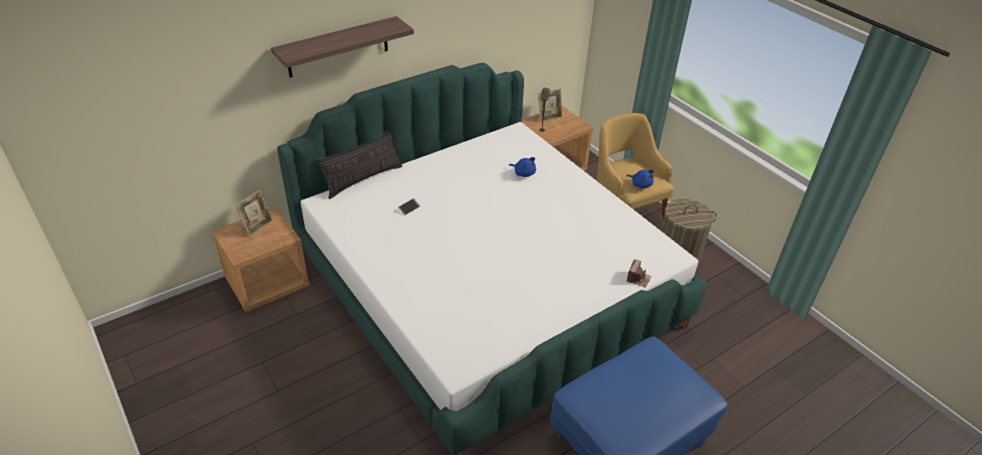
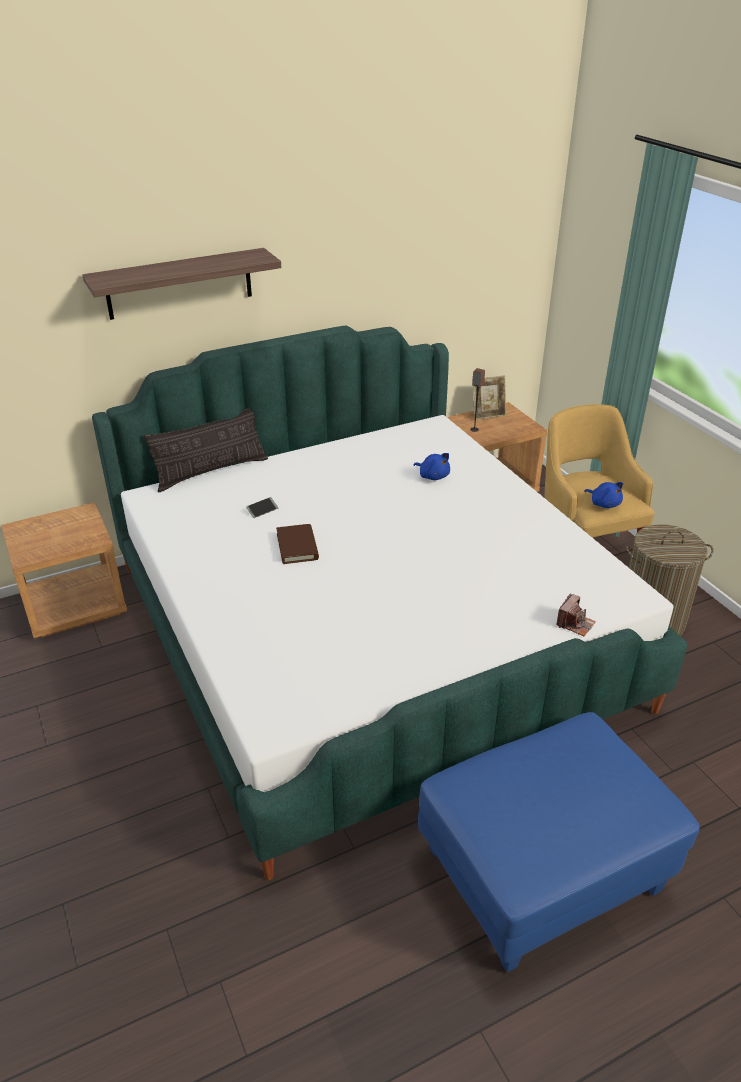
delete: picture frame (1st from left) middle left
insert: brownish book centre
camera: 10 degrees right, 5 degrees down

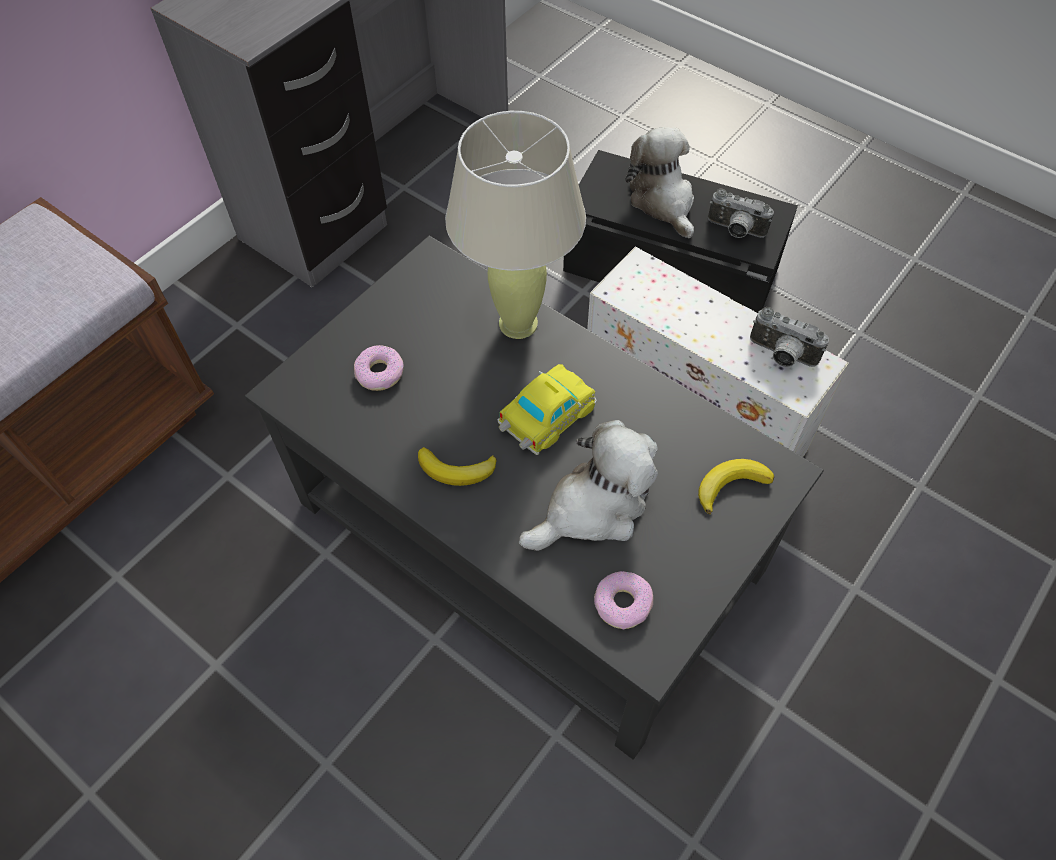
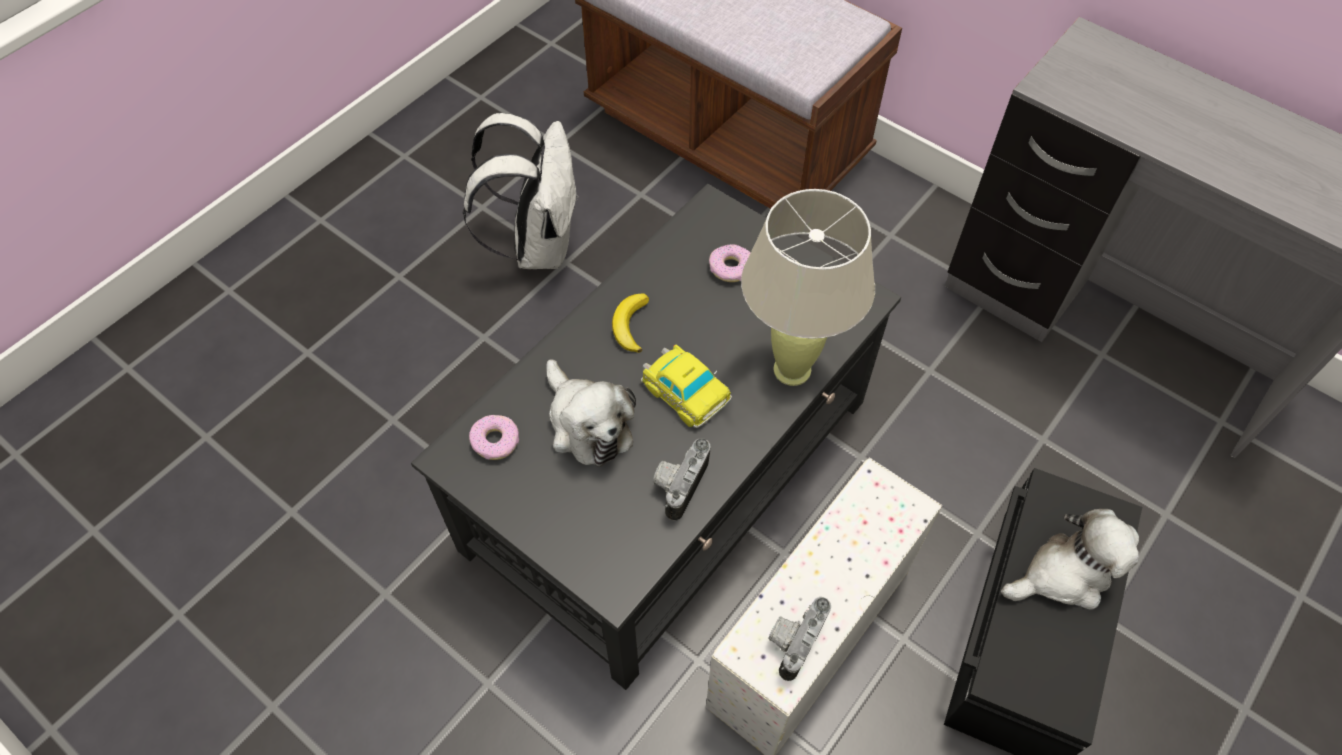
delete: banana (2nd from left) middle right
insert: whitish backpack top centre
move: still camera (1st from left) top right to centre
camera: 90 degrees right, 0 degrees up

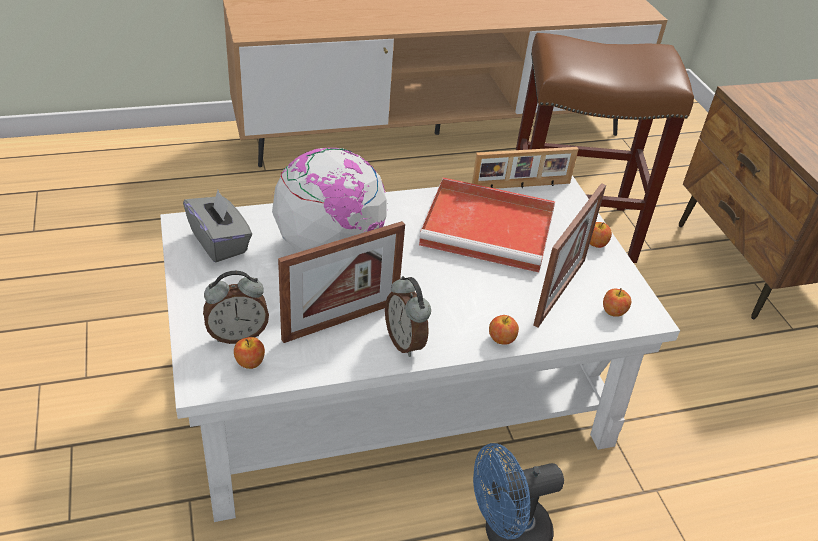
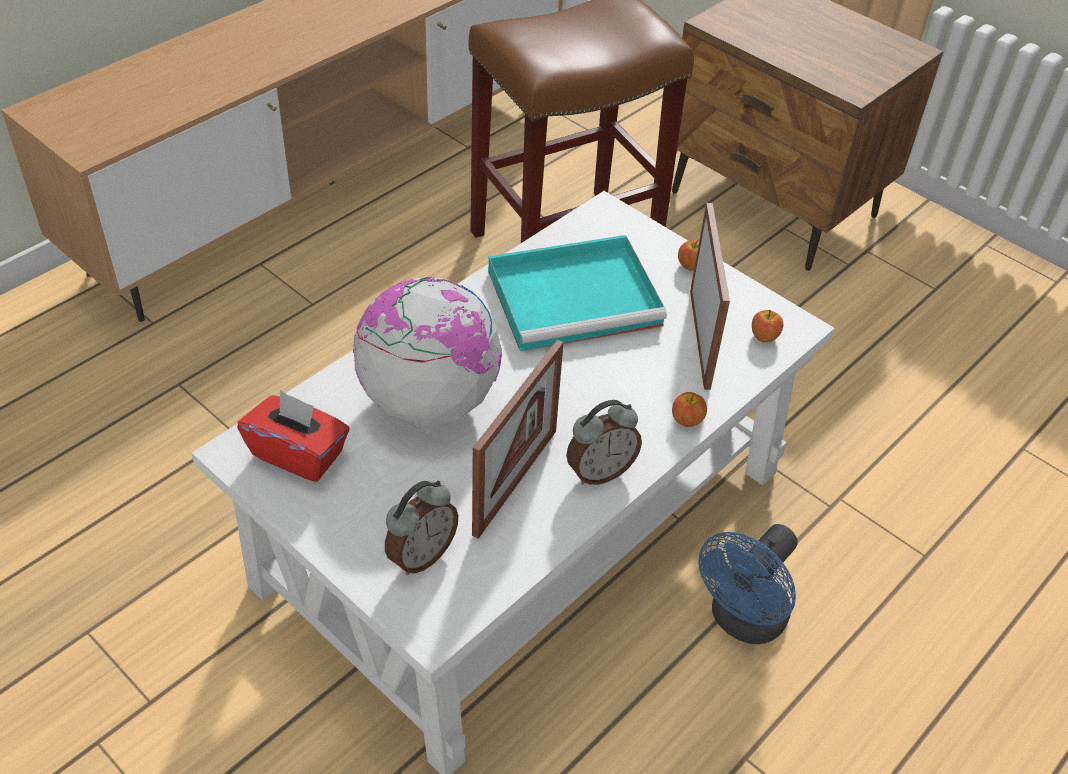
delete: apple (1st from left) middle left; picture frame (2nd from left) top centre
recolor: grey box of tissues middle left to red box of tissues middle left; red carrying tray centre to turquoise carrying tray centre
rotate: table clock (2nd from left) centre = centre 60 degrees counterclockwise
camera: 30 degrees left, 5 degrees up

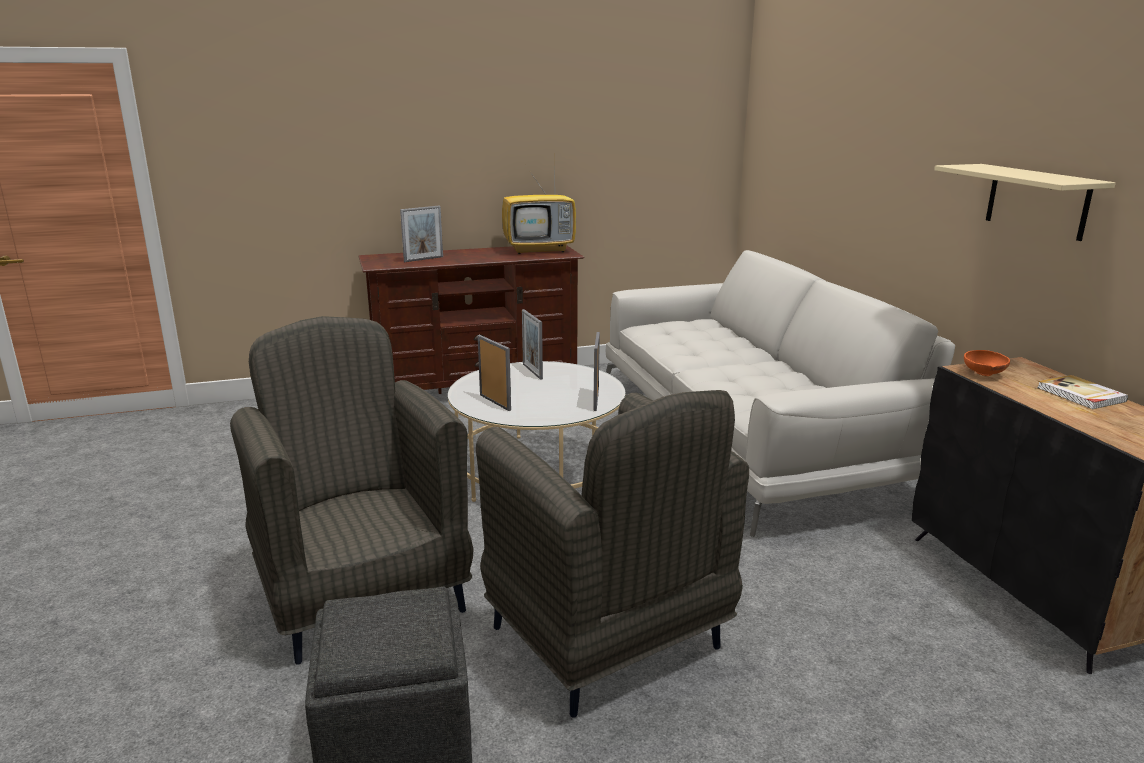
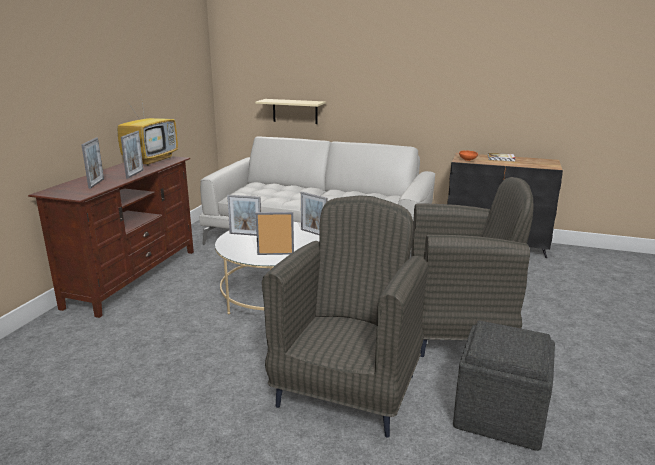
insert: picture frame (2nd from left) middle left
move: beige bracket shelf top right to top centre
rotate: grey easy chair (1st from left) middle left = bottom centre 105 degrees clockwise
camera: 55 degrees left, 0 degrees up

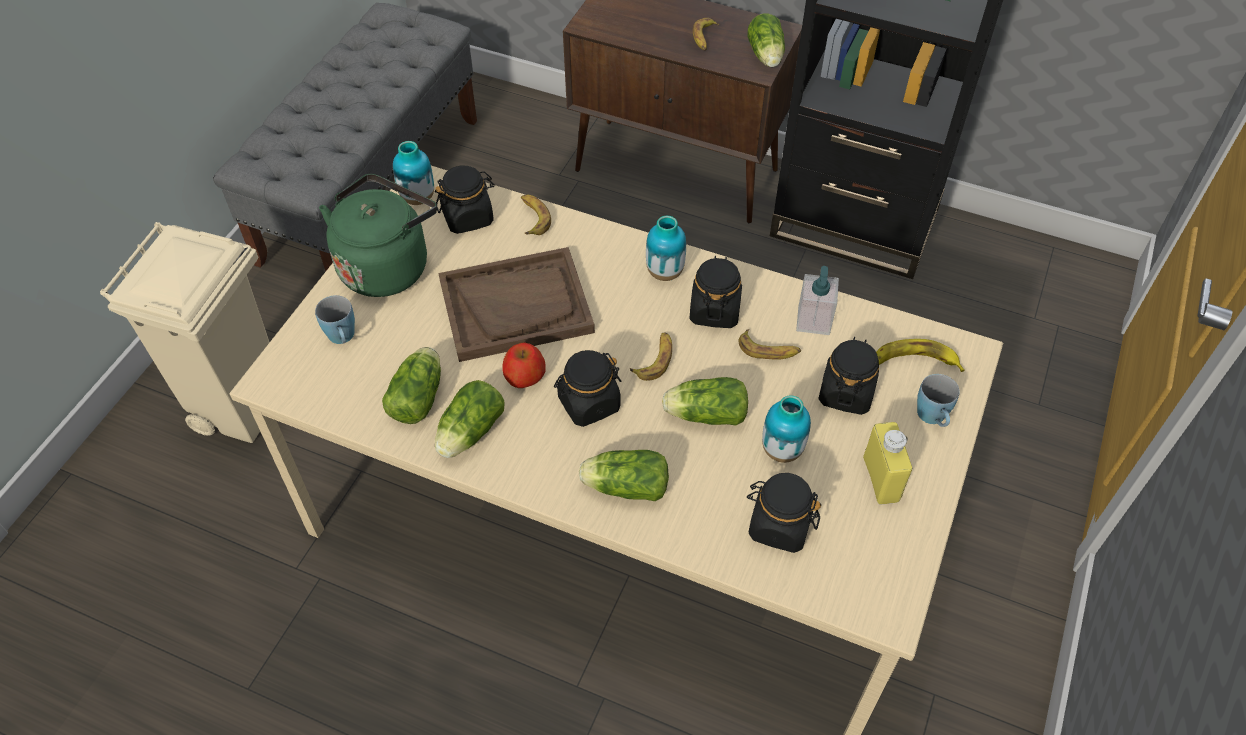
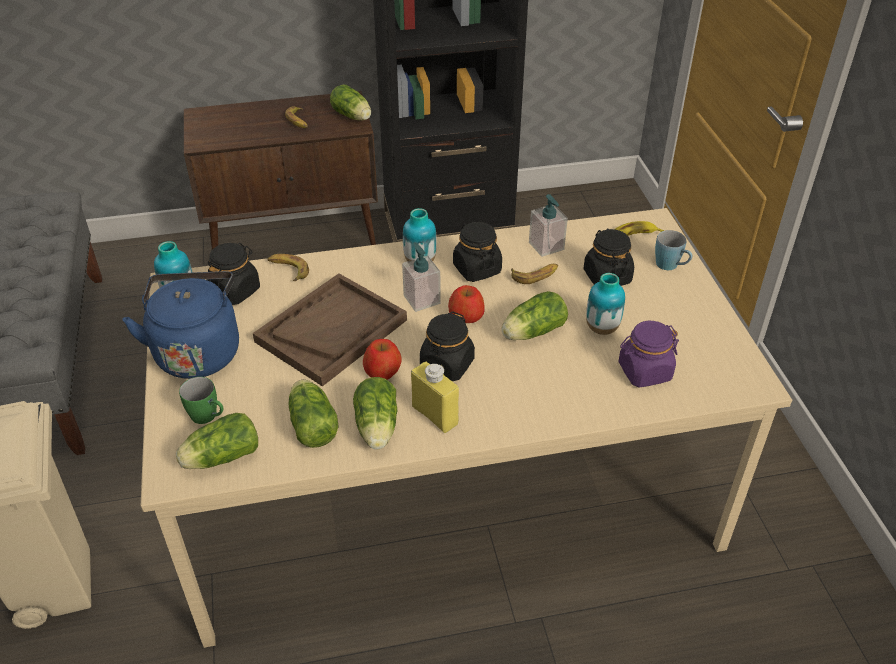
insert: liquid soap bottle (1st from left) centre
move: lettuce (3rd from left in the first image) centre to lettuce (1st from left) middle left; yellowish beverage bottle middle right to centre
replace: banana (2nd from left) centre to apple (2nd from left) centre
recolor: blue-coloured tea mug (1st from left) middle left to green tea mug middle left; green kettle top left to blue-coloured kettle middle left; black-coloured preserve jar (4th from left) bottom centre to purple-coloured preserve jar middle right
camera: 35 degrees left, 10 degrees down

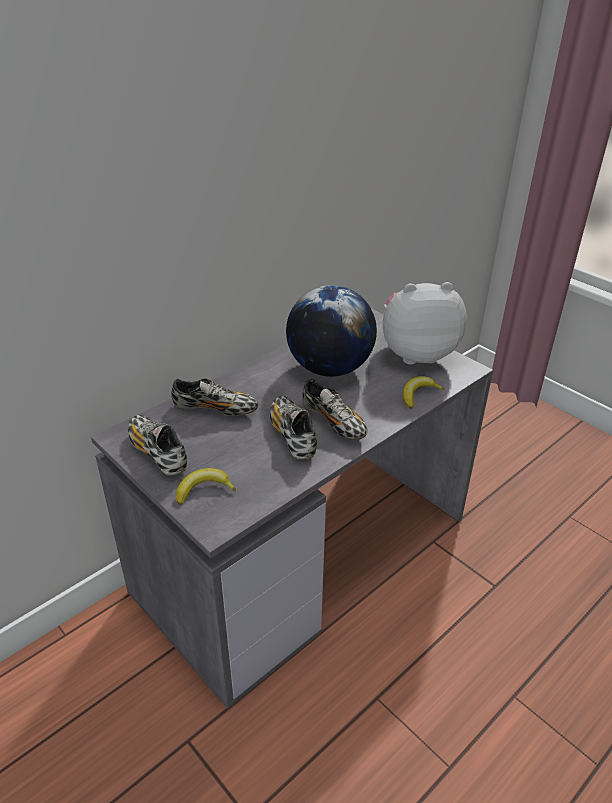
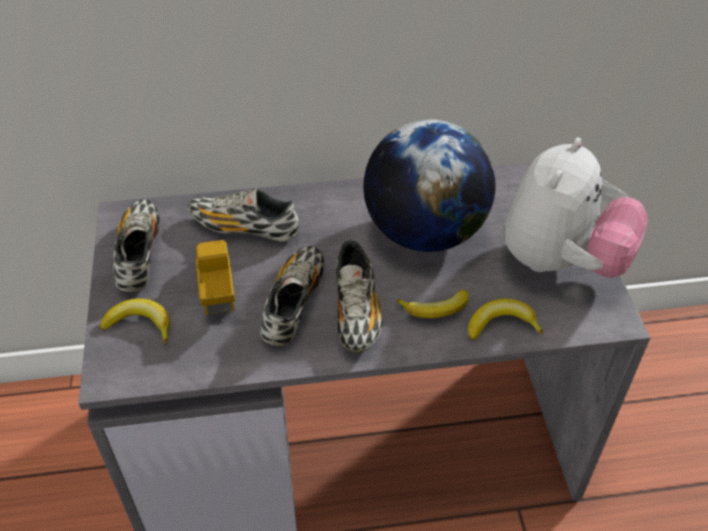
insert: toy lorry middle left; banana (2nd from left) centre
rotate: low shoe (2nd from left) centre = centre 150 degrees clockwise; soft toy middle right = middle right 90 degrees clockwise
camera: 35 degrees right, 10 degrees up

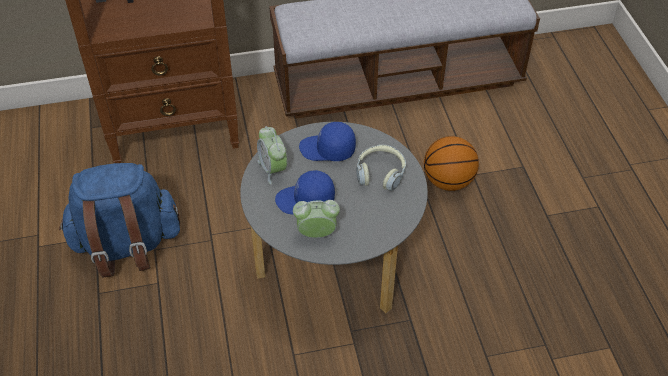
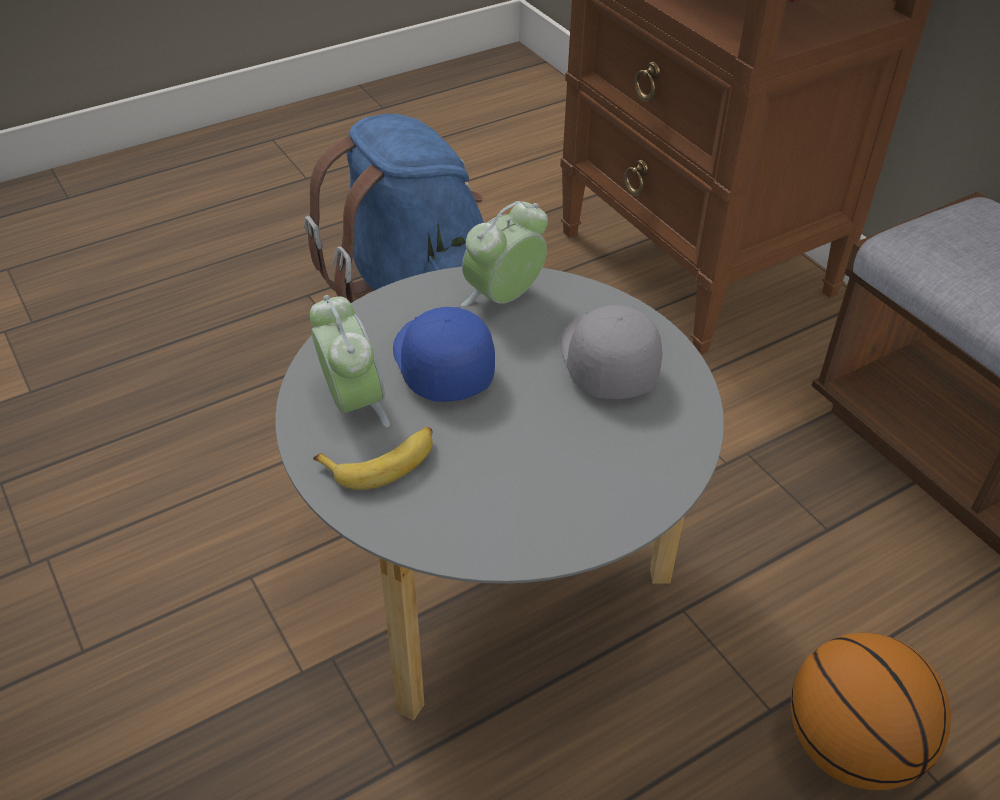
delete: headphones centre
insert: banana centre
recolor: blue-coloured peaked cap (2nd from left) centre to grey peaked cap centre
camera: 70 degrees right, 5 degrees down

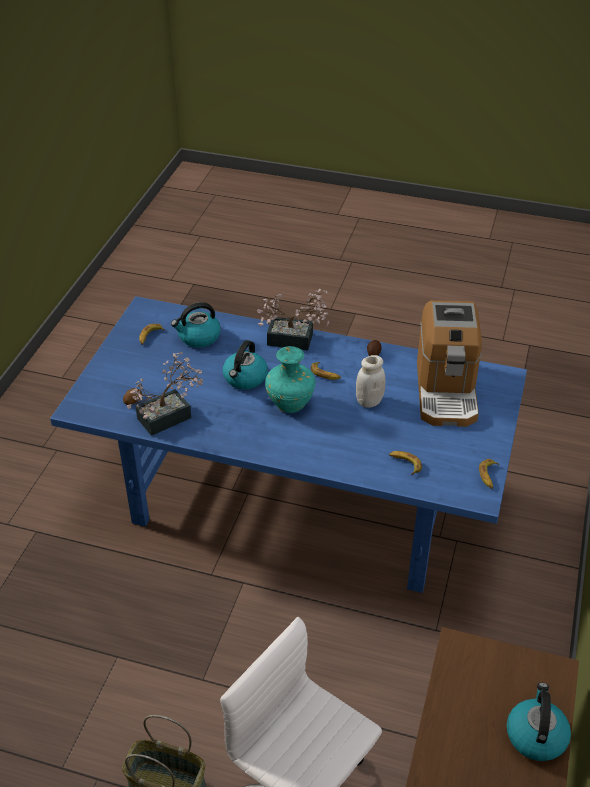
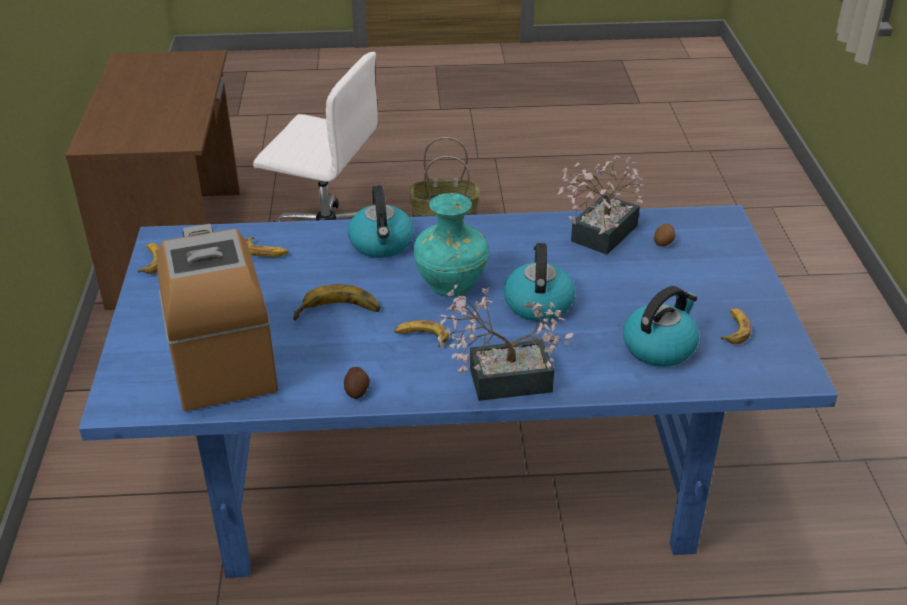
move: kettle (3rd from left in the first image) bottom right to kettle (1st from left) centre
replace: whitish preserve jar centre to banana (3rd from left) centre
camera: 160 degrees right, 5 degrees down

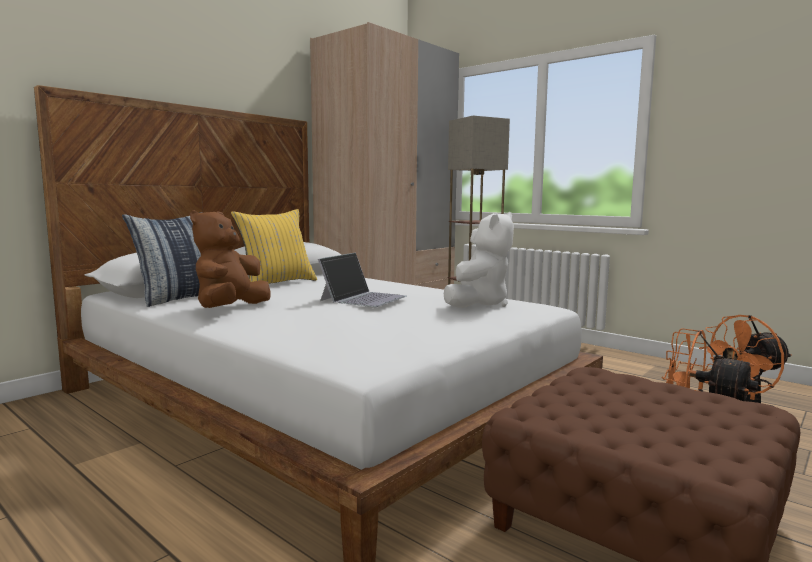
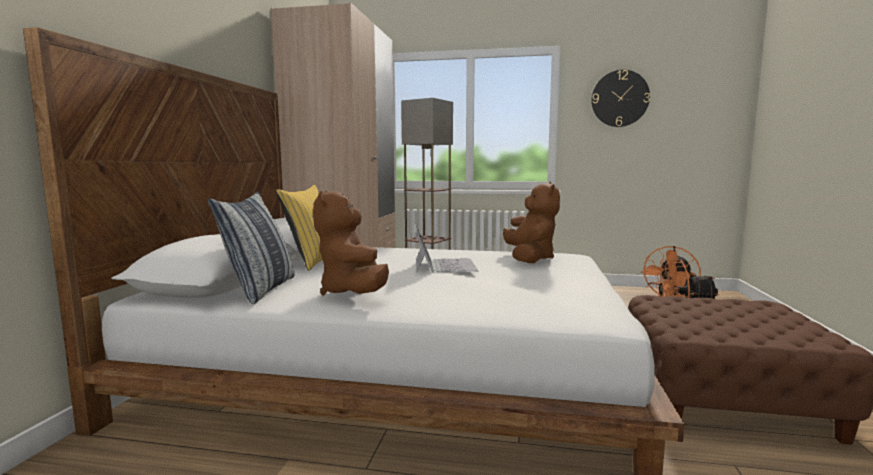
insert: clock on the wall top right
recolor: whitish soft toy centre to brownish soft toy (2nd from left) centre
camera: 30 degrees left, 0 degrees up

